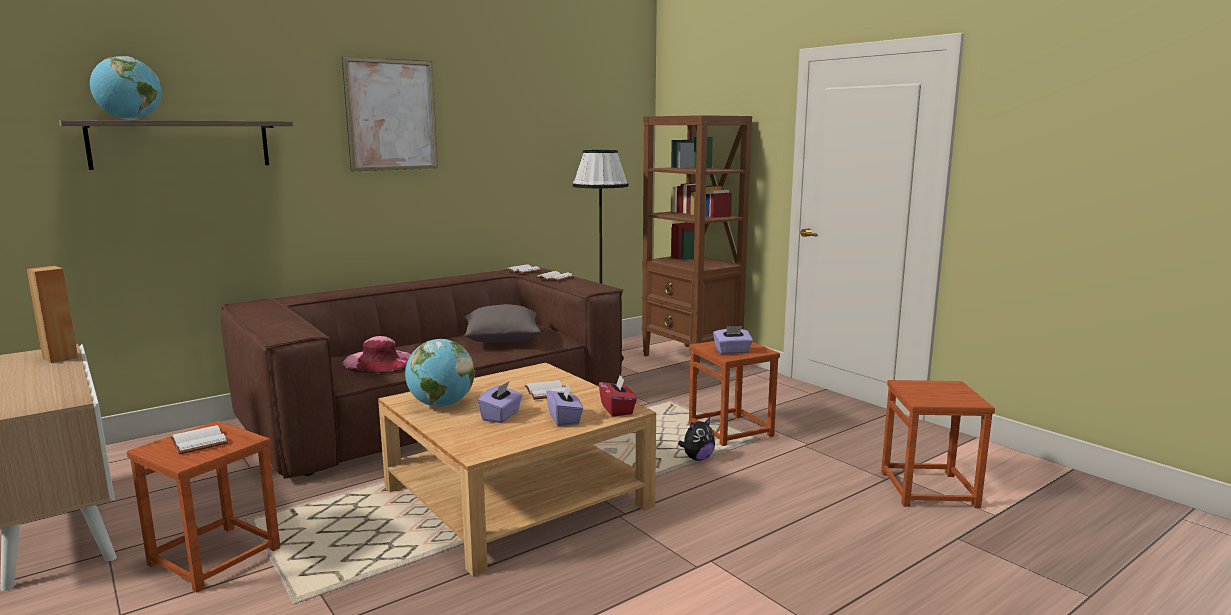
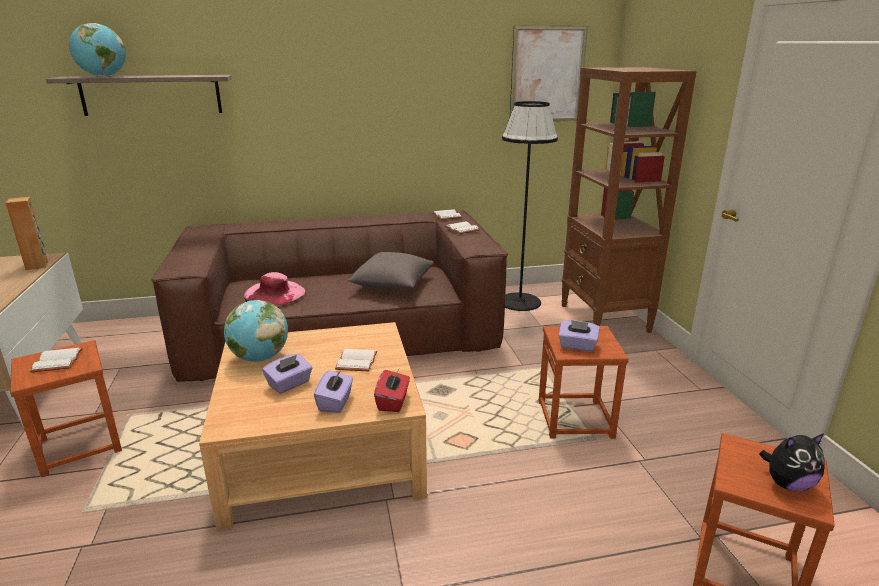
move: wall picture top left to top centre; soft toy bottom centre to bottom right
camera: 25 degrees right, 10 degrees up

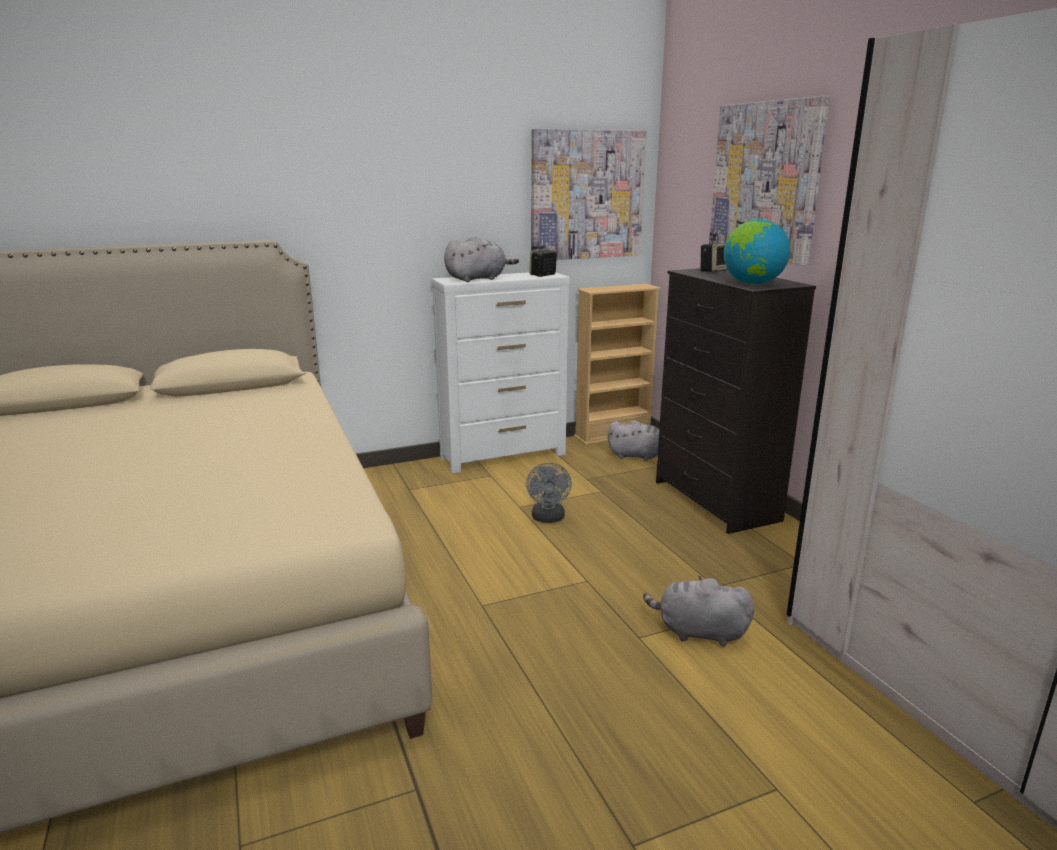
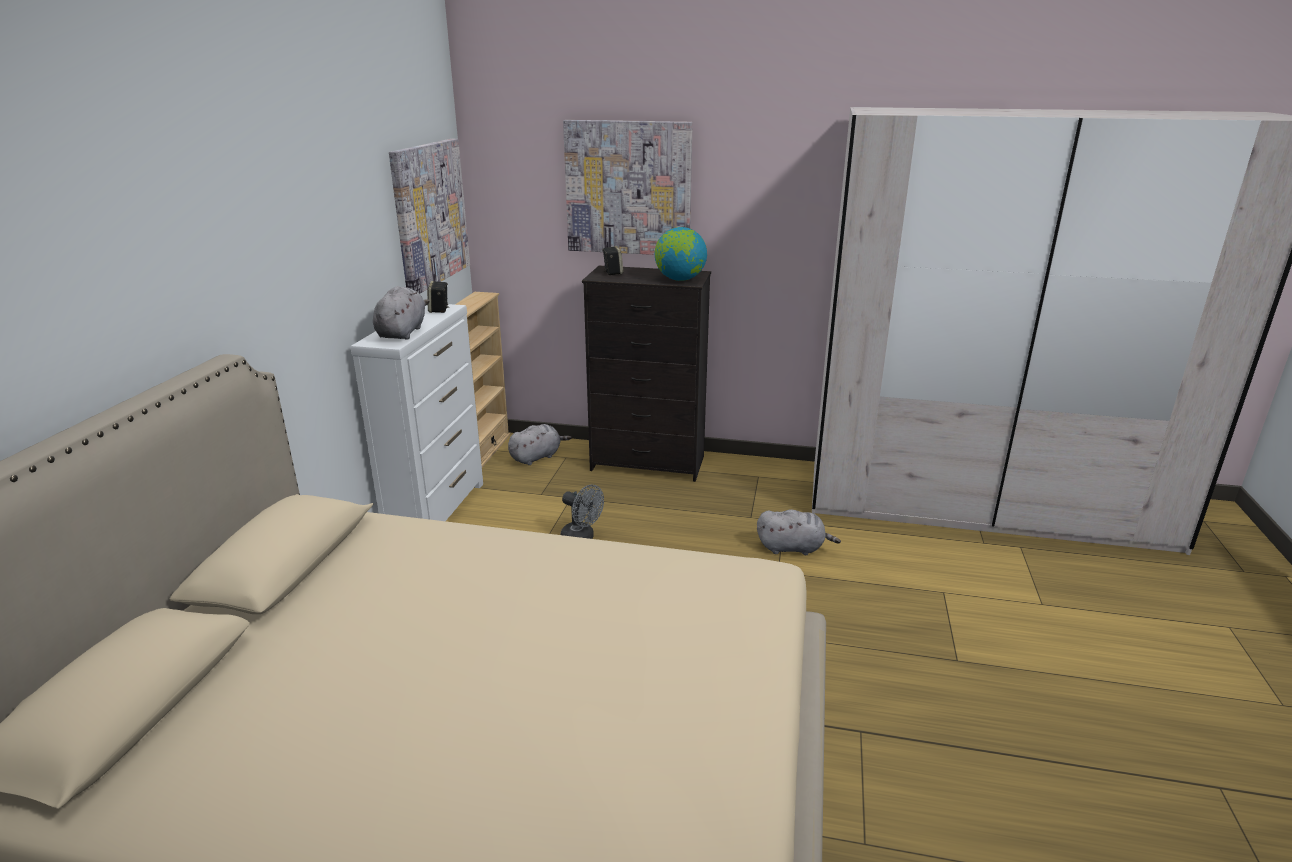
rotate: grey soft toy (3rd from left) bottom centre = centre 135 degrees counterclockwise
camera: 55 degrees left, 5 degrees up

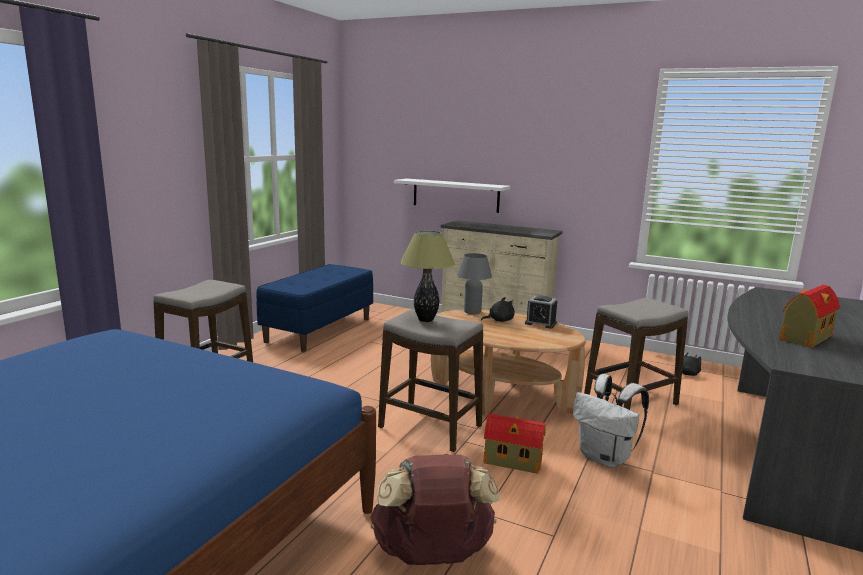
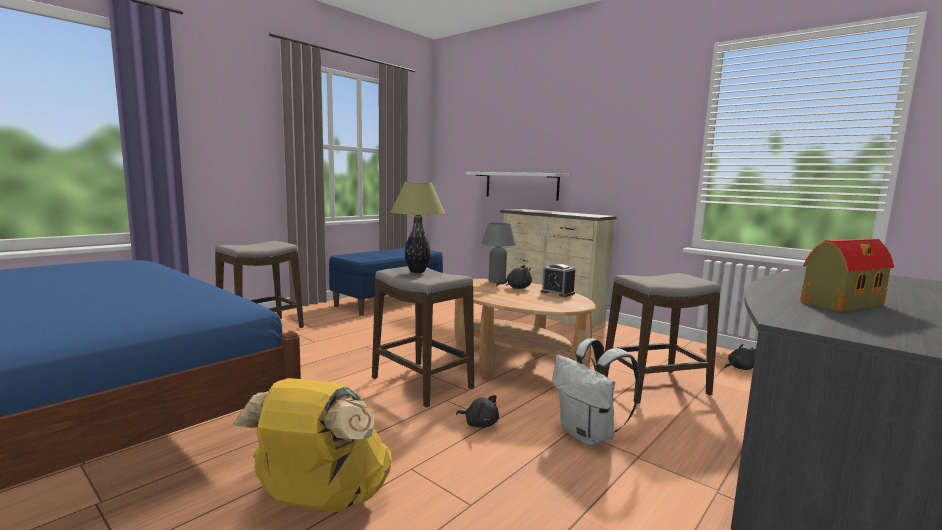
replace: model house (1st from left) bottom centre to black-coloured soft toy (1st from left) bottom centre
recolor: brownish backpack bottom centre to yellowish backpack bottom left
camera: 15 degrees right, 5 degrees down

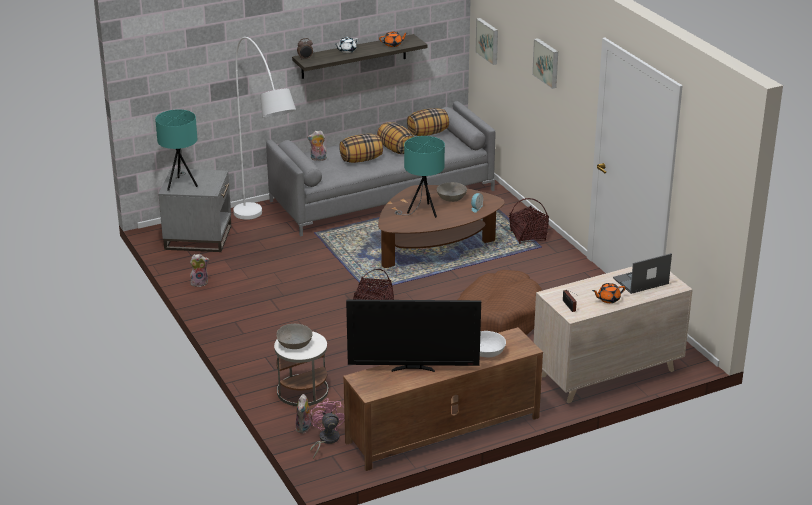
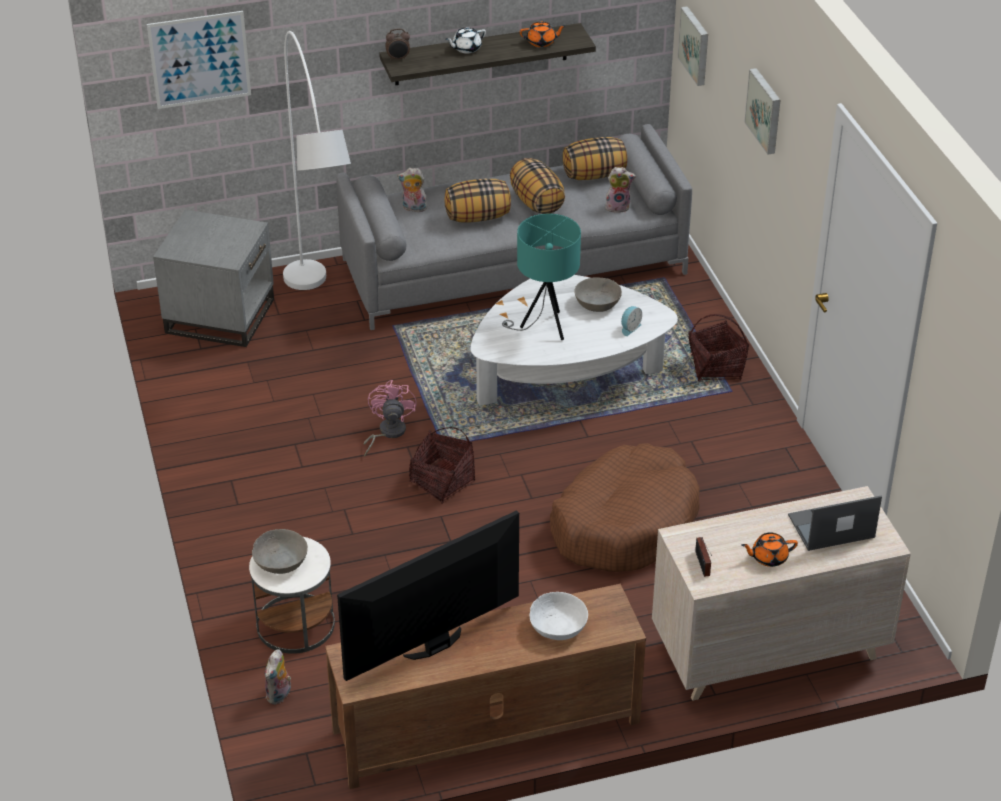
delete: turquoise lamp for a table (1st from left) top left
insert: wall picture (1st from left) top left
move: soft toy (1st from left in the first image) middle left to soft toy (3rd from left) top centre; pink-coloured cooling fan bottom centre to centre
recolor: brownish low table centre to whitish low table centre
rotate: TV centre = bottom centre 135 degrees clockwise
camera: 10 degrees right, 10 degrees up

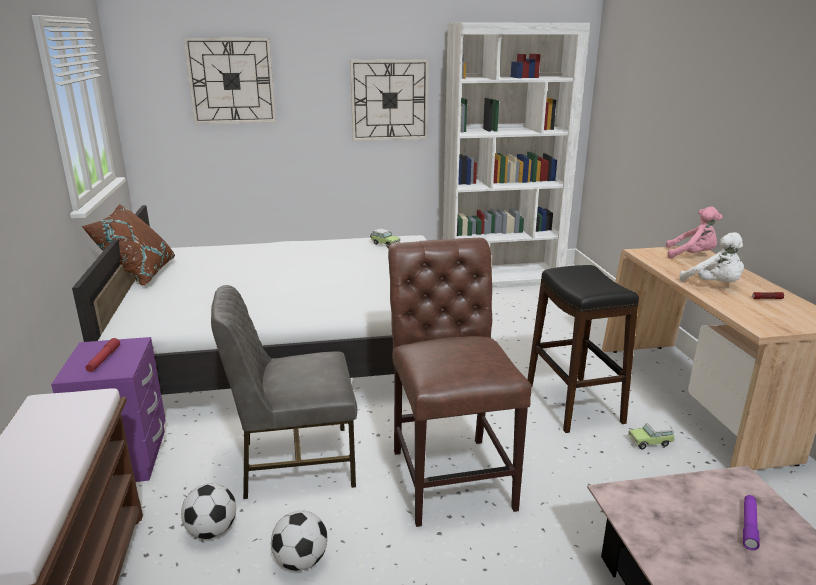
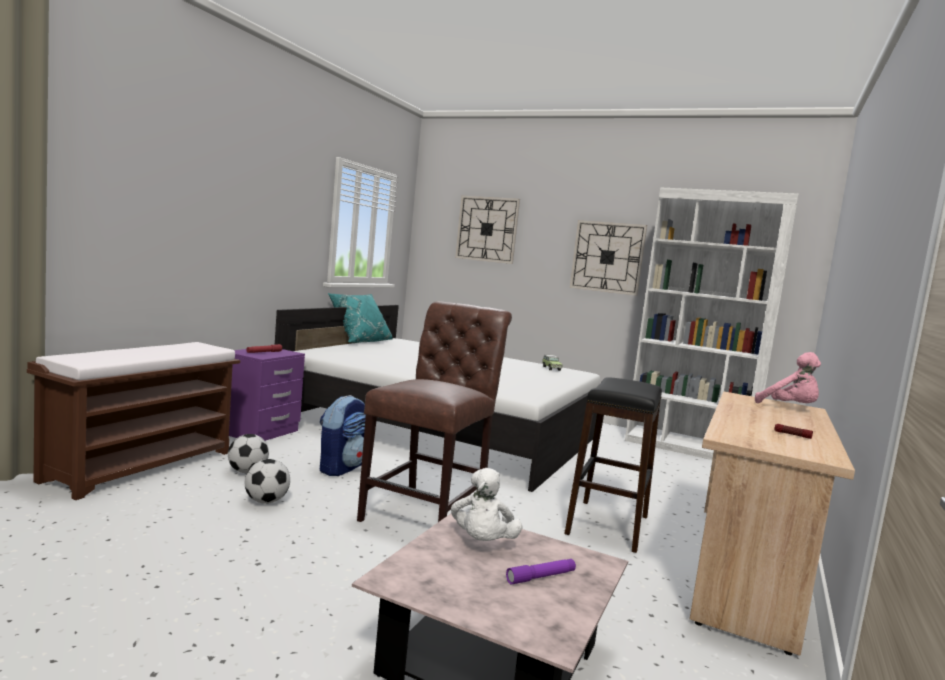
delete: model car (2nd from left) bottom right
move: whitish soft toy middle right to bottom centre
replace: grey chair bottom centre to backpack centre
recolor: brownish cushion middle left to turquoise cushion centre
camera: 35 degrees right, 15 degrees down

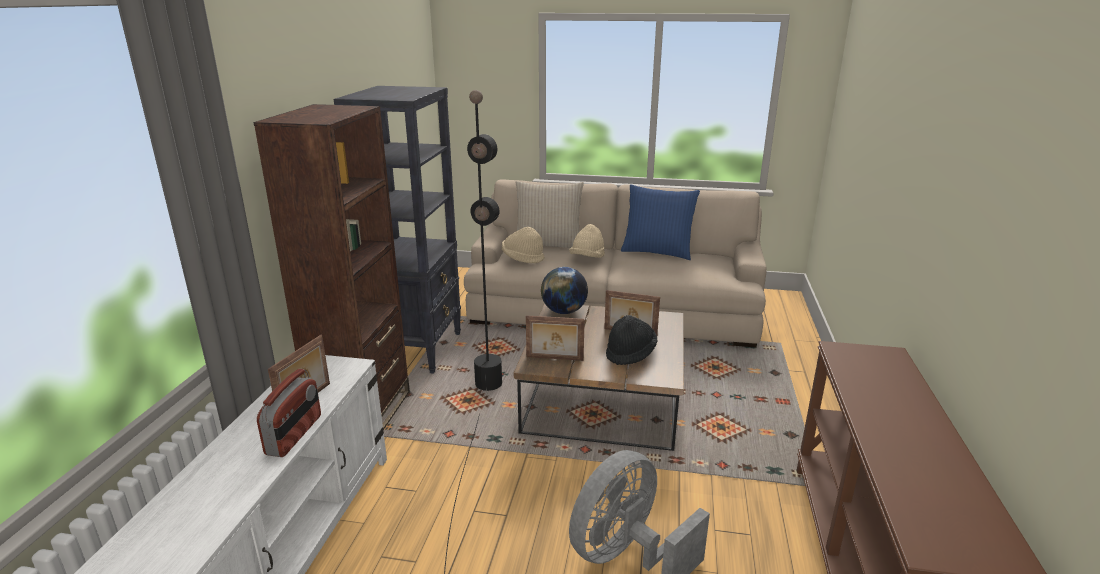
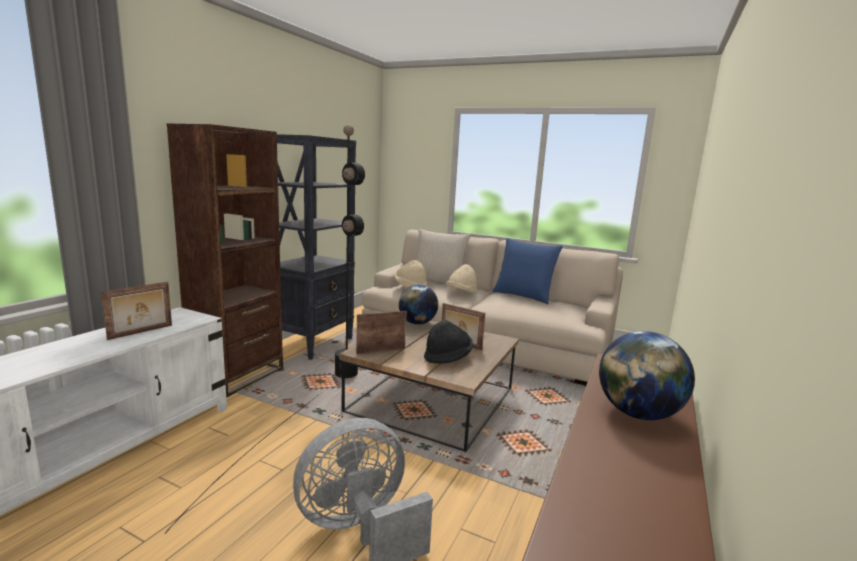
delete: radio bottom left
insert: desk globe (2nd from left) bottom right
rotate: picture frame (2nd from left) centre = centre 135 degrees clockwise
camera: 15 degrees right, 10 degrees down

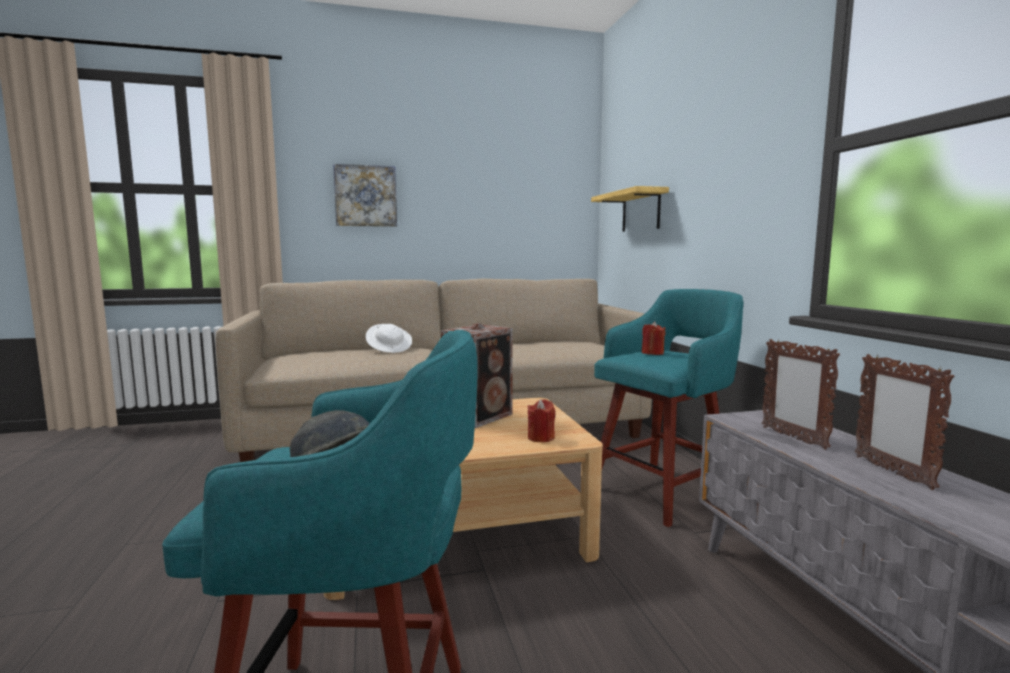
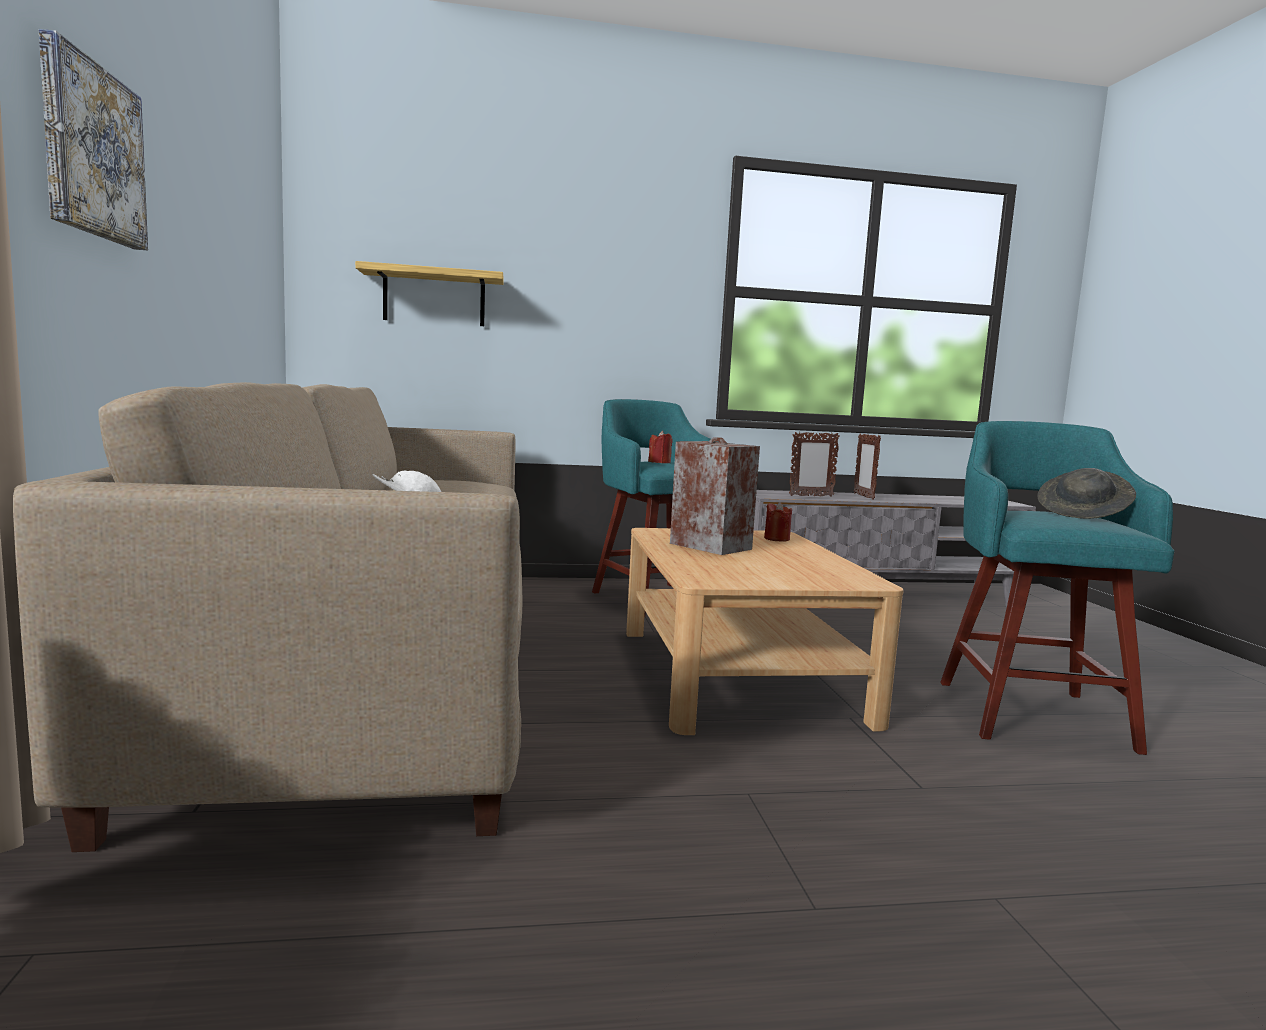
rotate: picture frame (2nd from left) middle right = middle right 90 degrees clockwise
camera: 85 degrees left, 0 degrees up

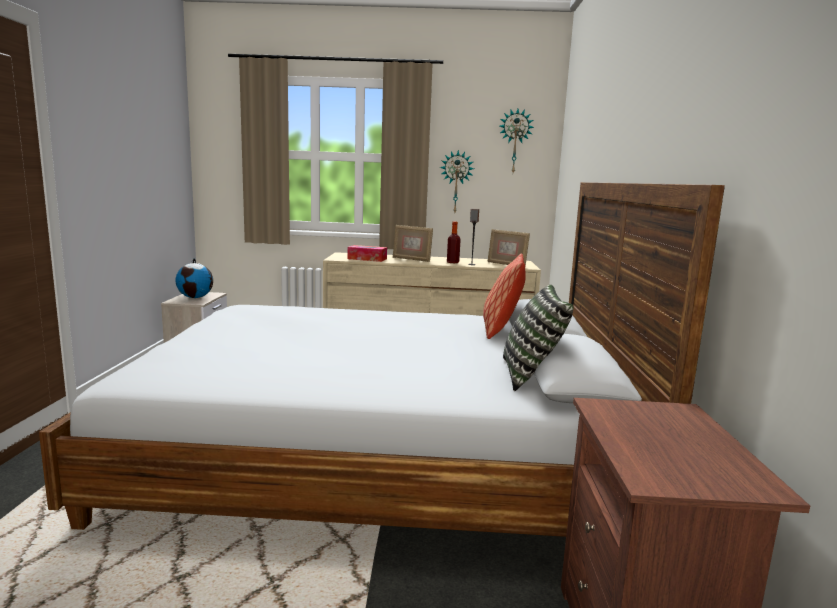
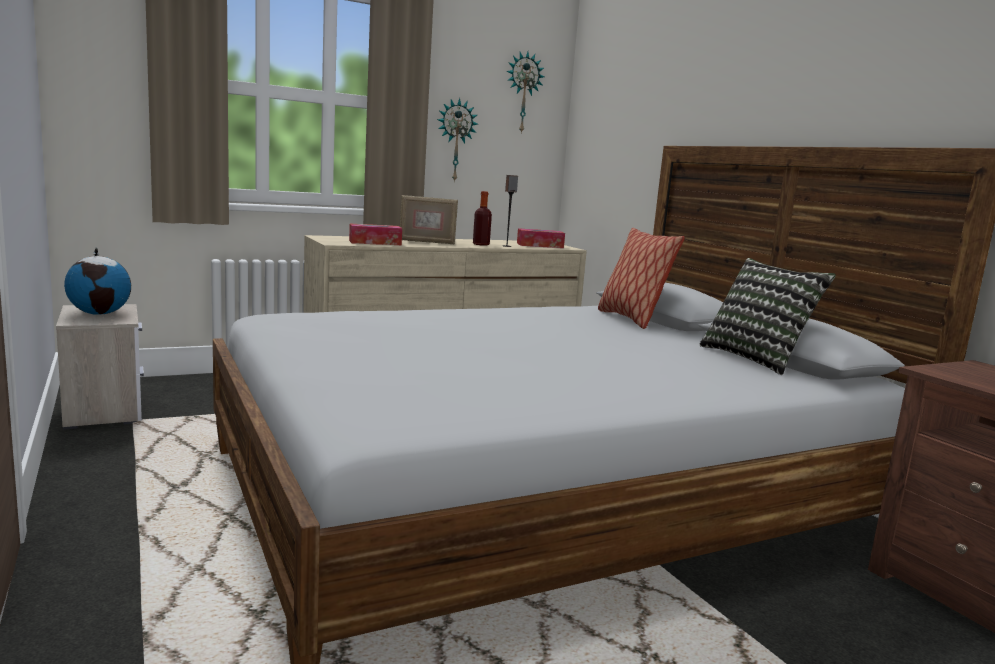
replace: picture frame (2nd from left) centre to box of tissues (2nd from left) centre
camera: 30 degrees left, 0 degrees up

